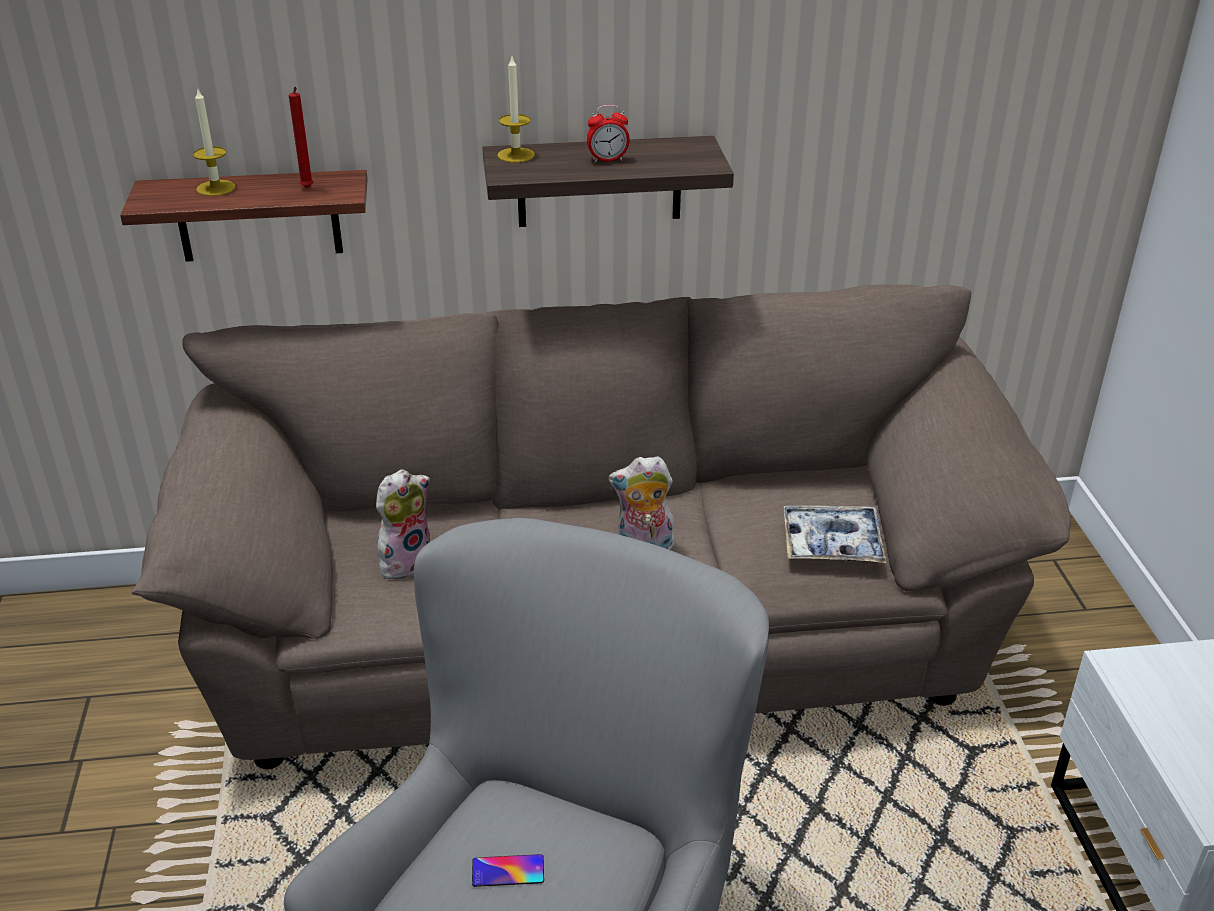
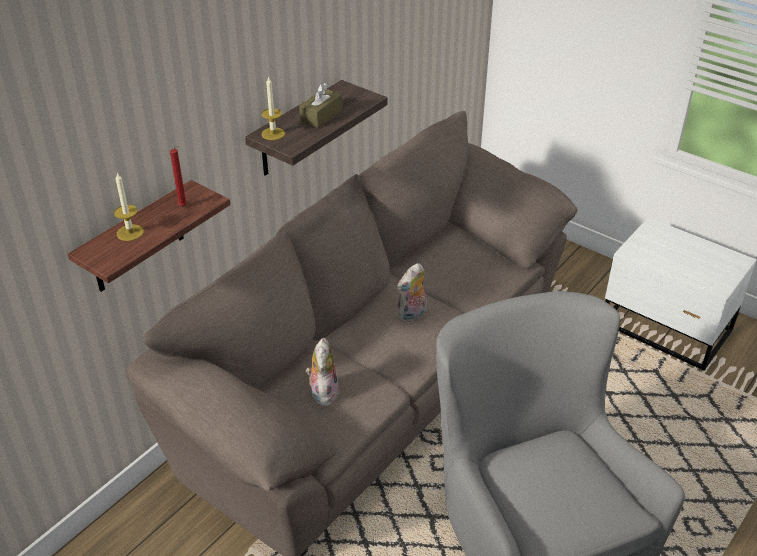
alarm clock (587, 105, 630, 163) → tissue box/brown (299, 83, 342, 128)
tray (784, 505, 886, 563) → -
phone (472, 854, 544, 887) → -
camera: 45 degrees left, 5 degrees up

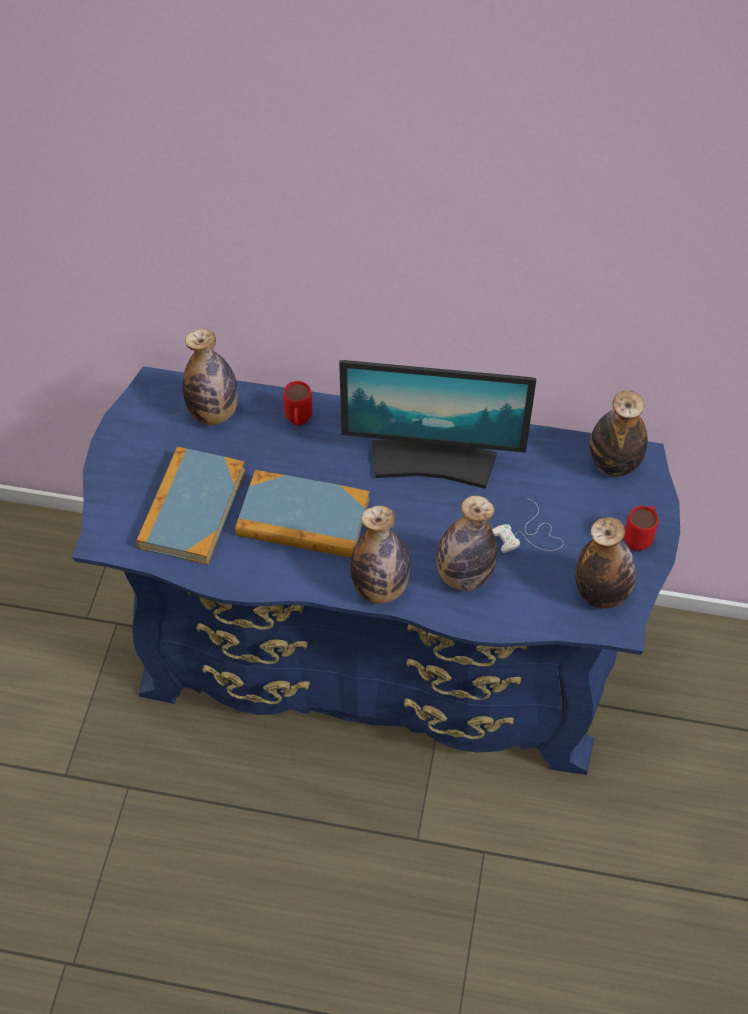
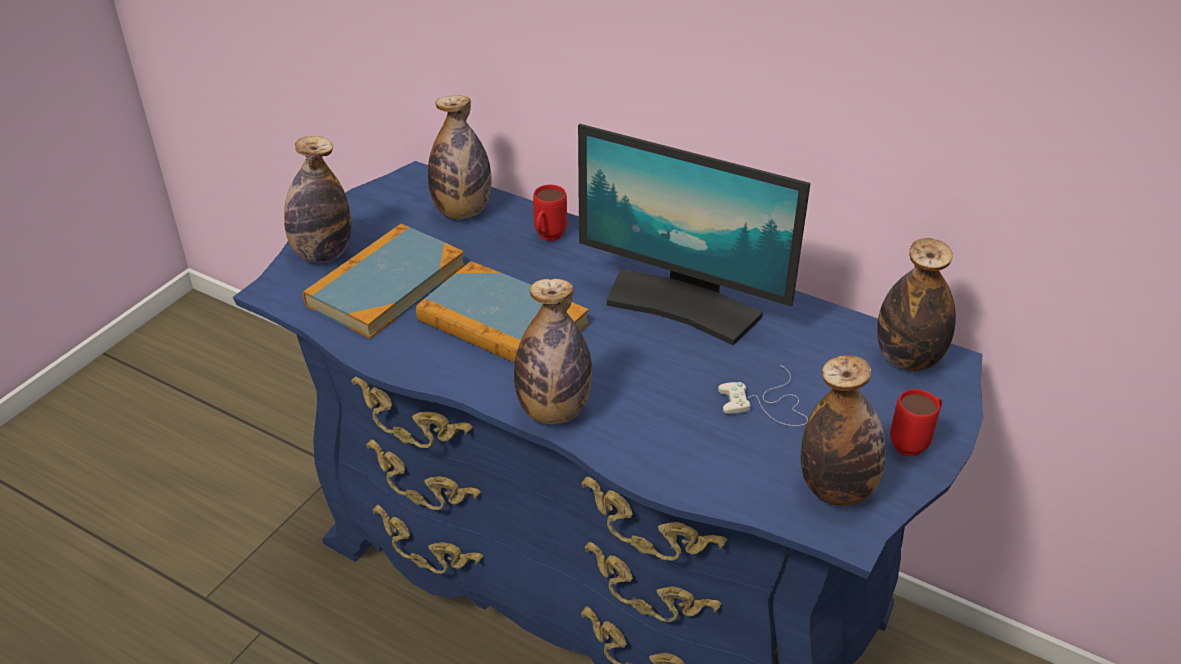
bottle (437, 495, 497, 591) → bottle (284, 136, 351, 263), shifted
camera: 20 degrees right, 15 degrees down

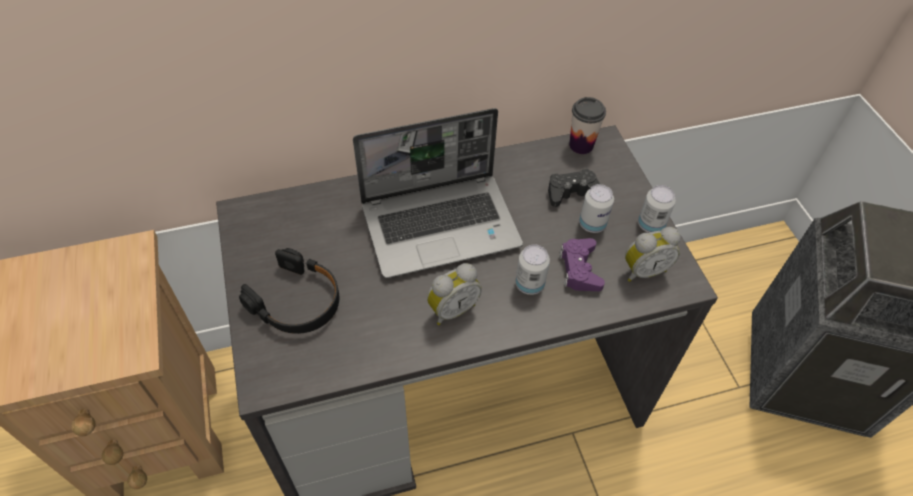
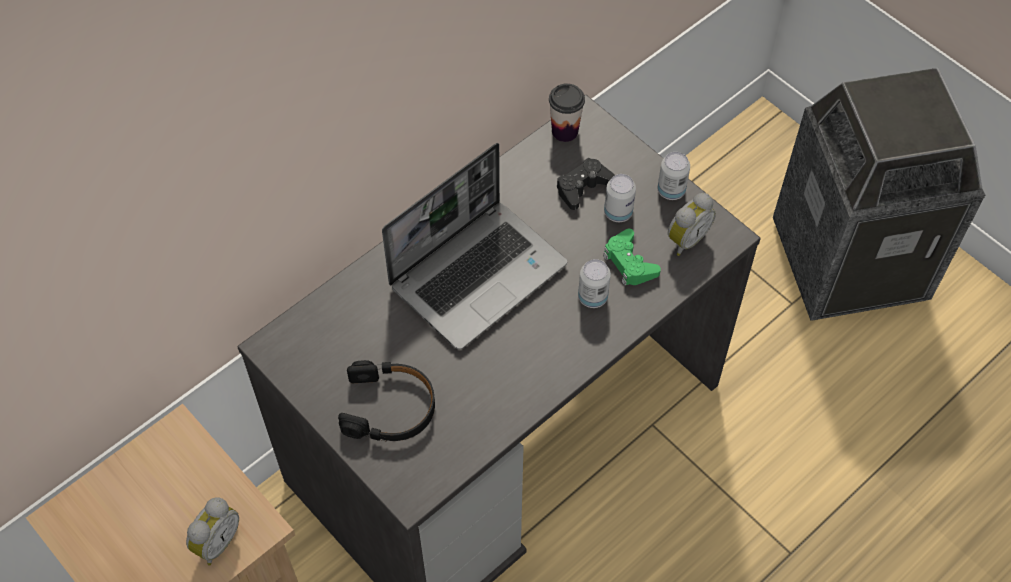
game controller/purple (559, 238, 605, 291) → game controller/green (603, 229, 661, 286)
alarm clock (427, 263, 482, 325) → alarm clock (186, 497, 239, 566), shifted
camera: 25 degrees left, 5 degrees up

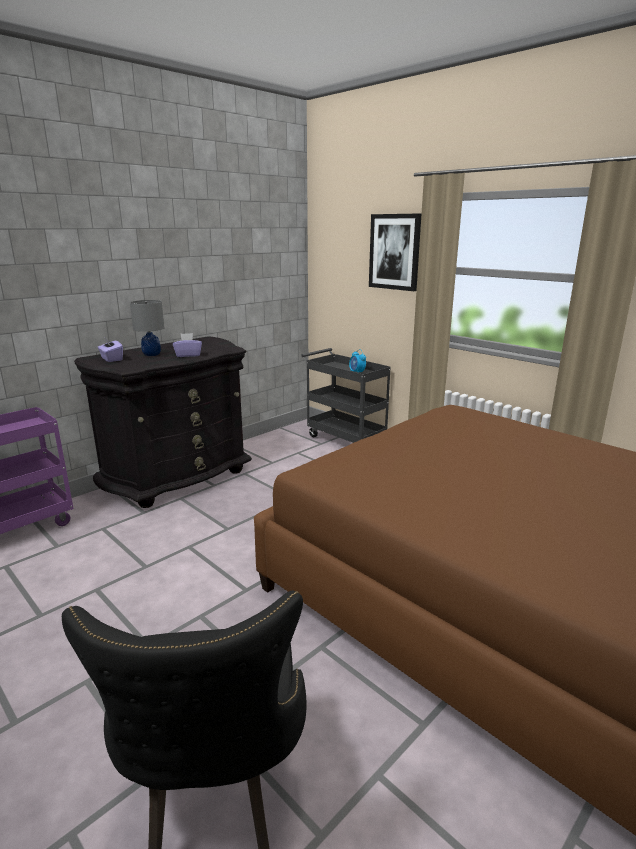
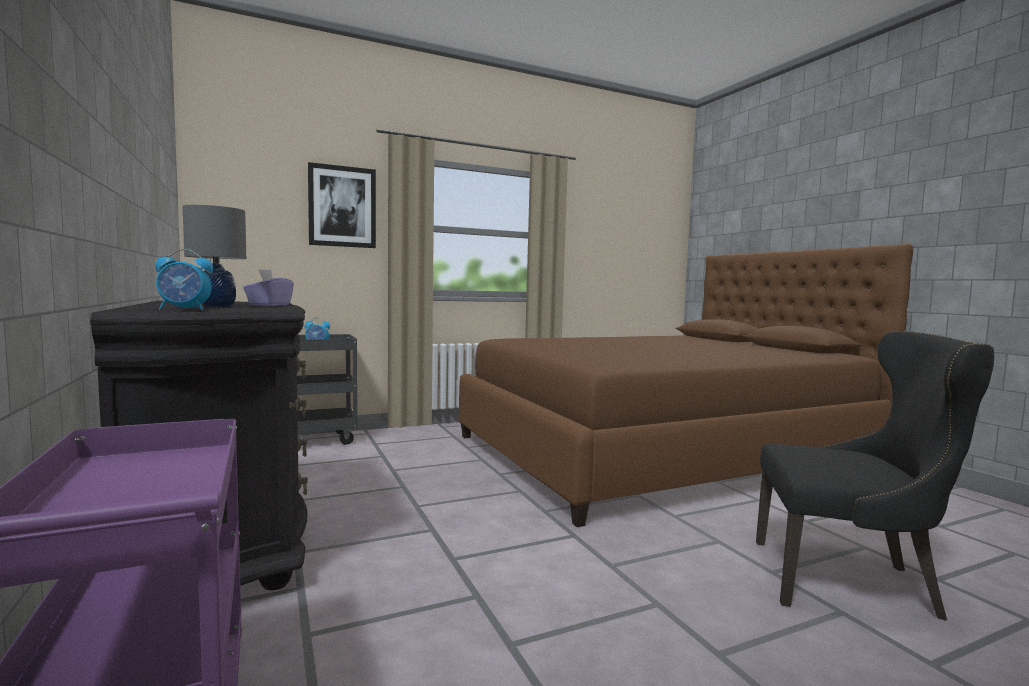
tissue box/purple (98, 338, 123, 362) → alarm clock (155, 249, 213, 310)
camera: 70 degrees left, 15 degrees down

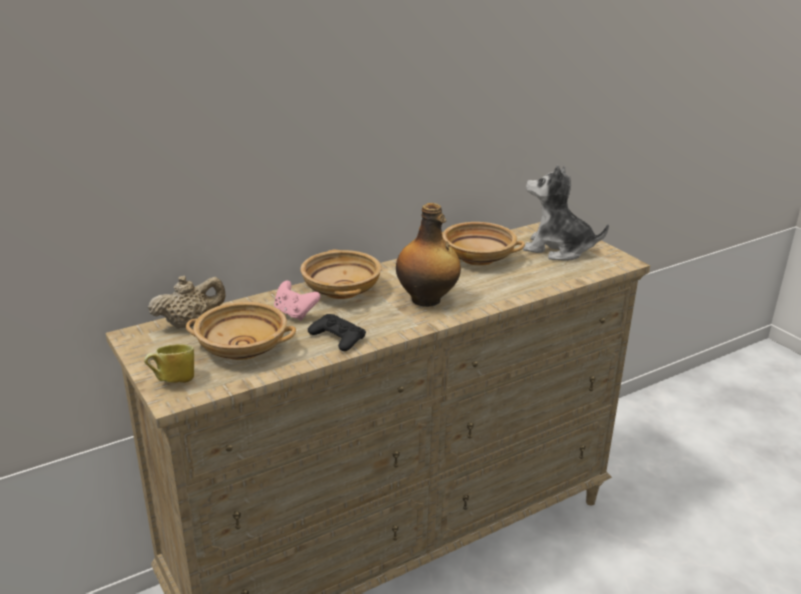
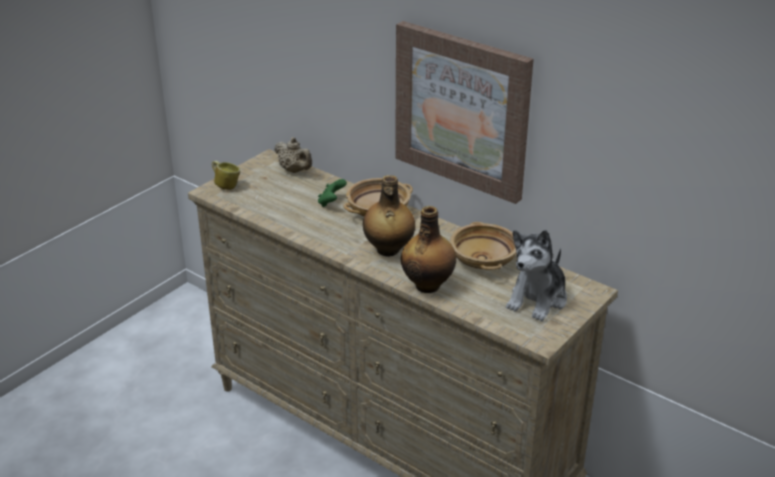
plush toy (523, 165, 609, 261) → plush toy (506, 230, 567, 321), 150 degrees counterclockwise
game controller/pink (274, 280, 320, 321) → game controller/green (318, 179, 347, 207)
bowl/beige (186, 302, 296, 360) → -
game controller/black (308, 314, 366, 351) → -
- → picture (395, 21, 534, 204)
- → bottle (401, 206, 456, 293)
camera: 70 degrees right, 5 degrees up

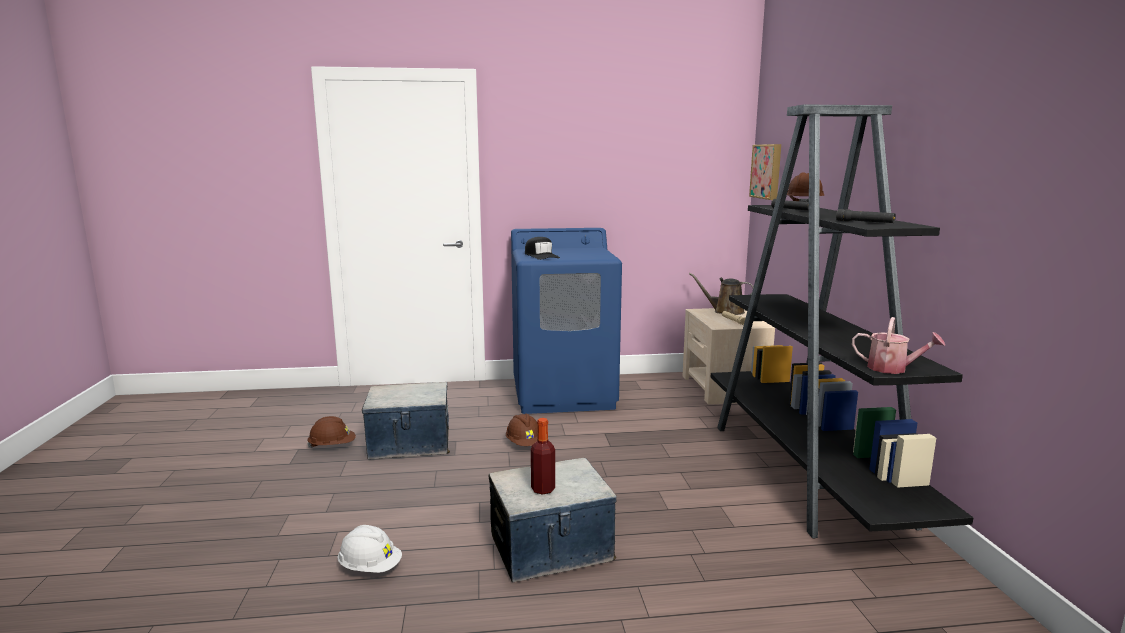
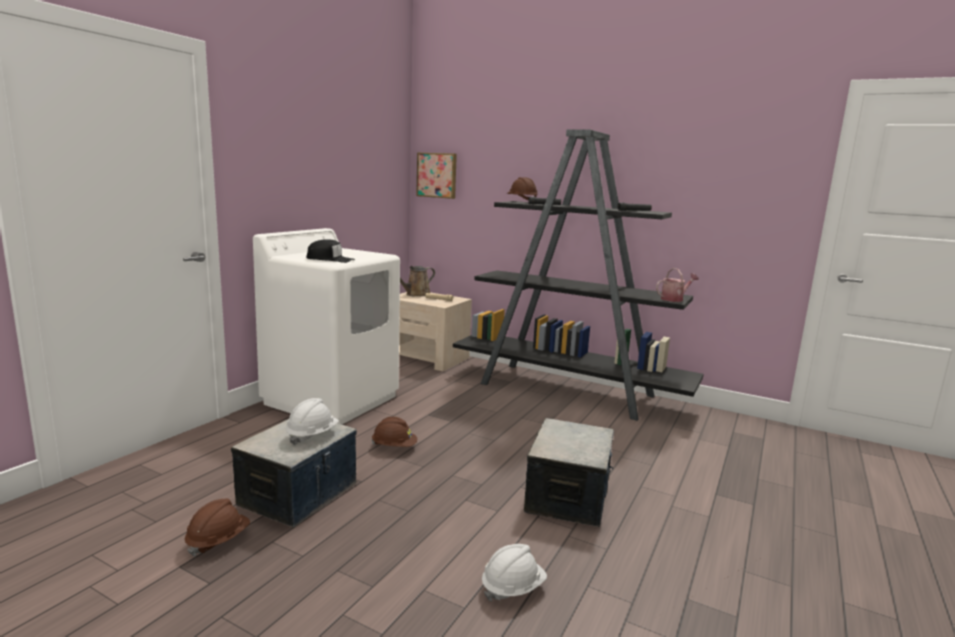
washing machine/blue (511, 228, 622, 414) → washing machine/white (253, 228, 400, 424)
bottle (531, 418, 555, 494) → -
- → hard hat/white (286, 398, 339, 445)
camera: 55 degrees left, 0 degrees up

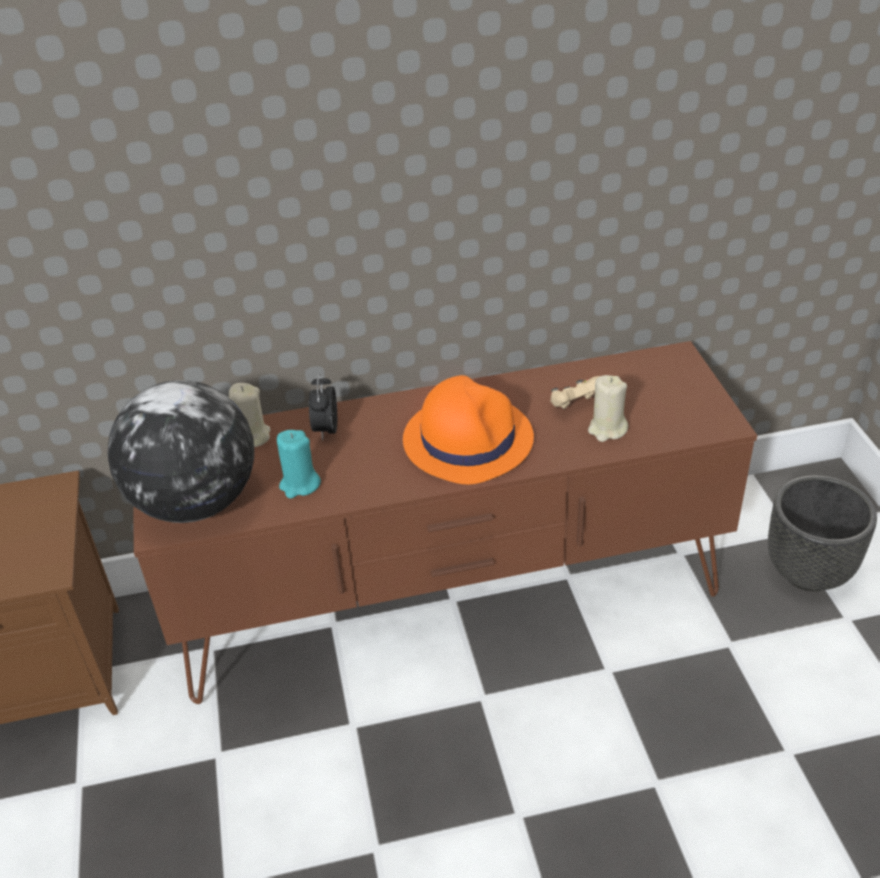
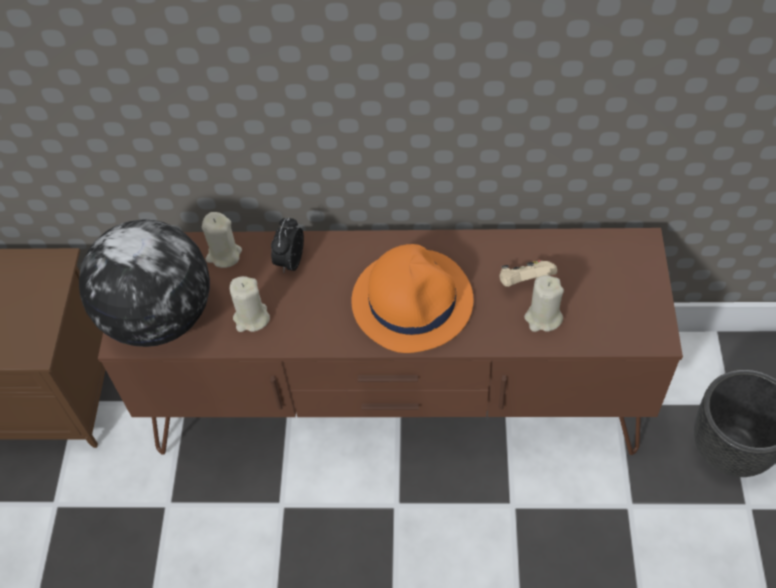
candle/turquoise (277, 430, 321, 499) → candle/beige (230, 276, 270, 332)
camera: 15 degrees right, 15 degrees up

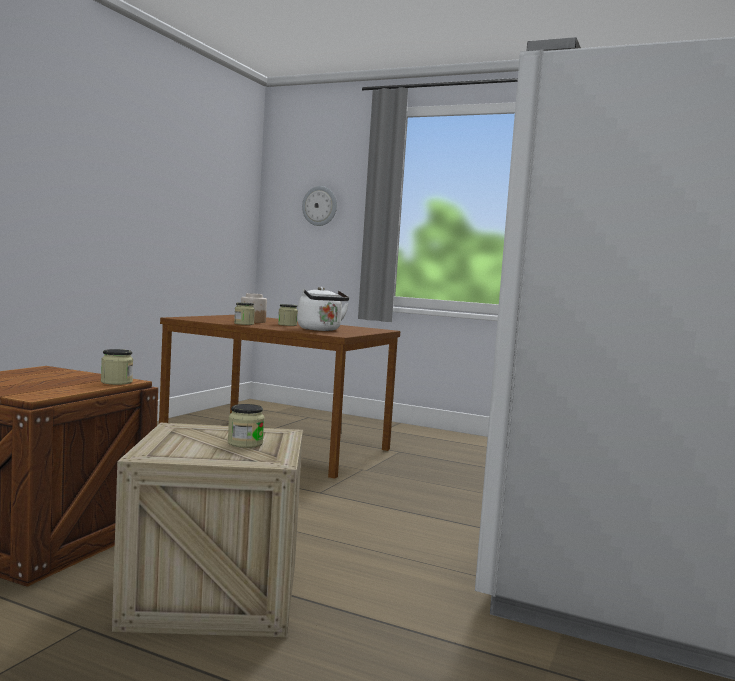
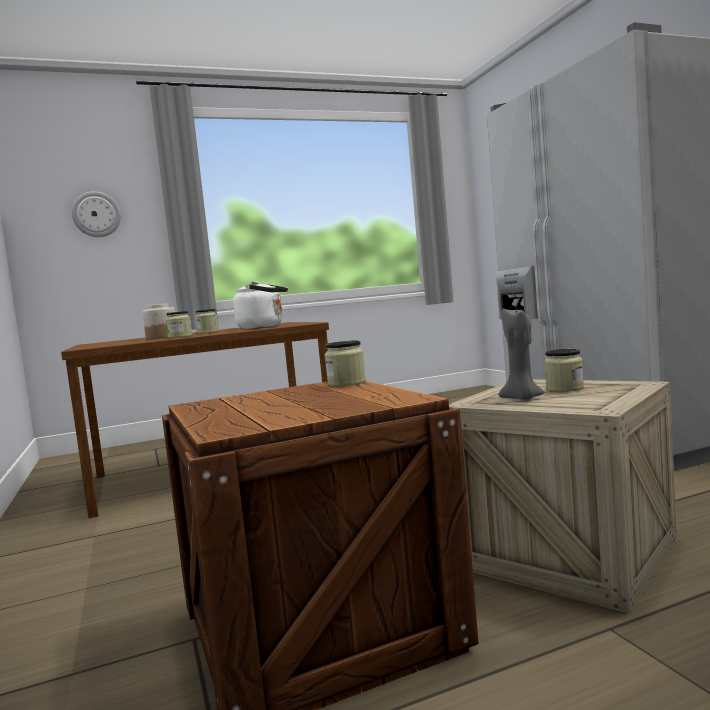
- → candle/grey (498, 309, 545, 400)
camera: 45 degrees left, 0 degrees up

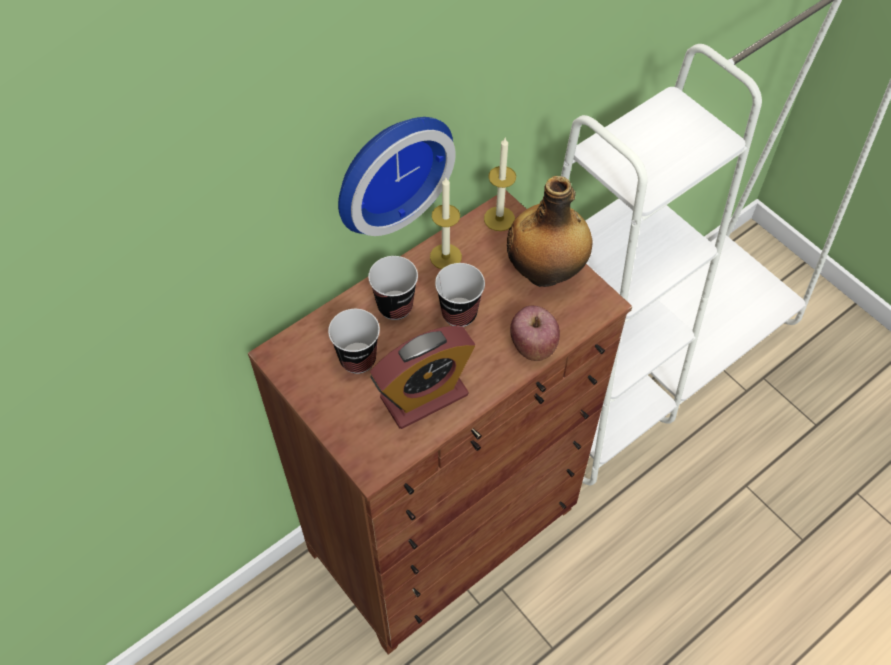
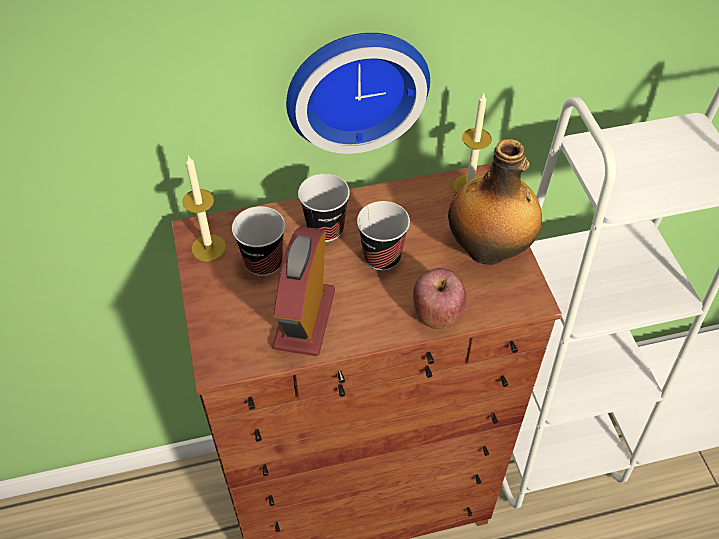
candle (430, 178, 462, 269) → candle (182, 156, 226, 262), shifted
alarm clock (370, 326, 475, 429) → alarm clock (273, 226, 335, 356), 105 degrees clockwise
camera: 25 degrees right, 5 degrees down

